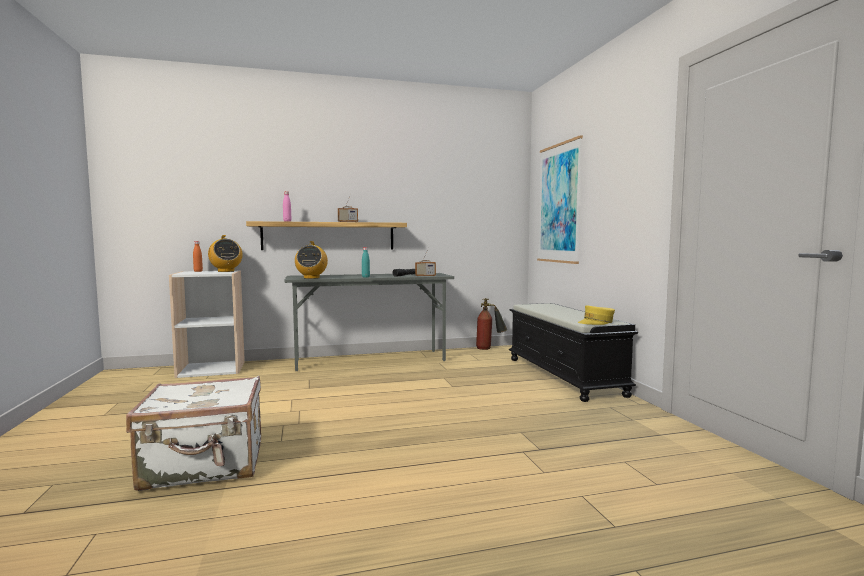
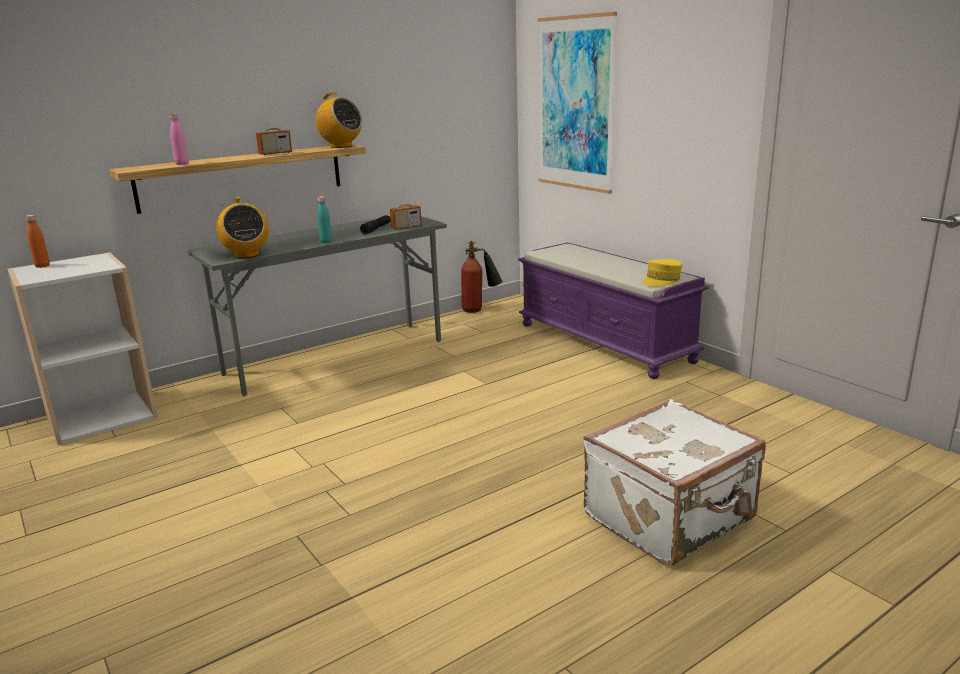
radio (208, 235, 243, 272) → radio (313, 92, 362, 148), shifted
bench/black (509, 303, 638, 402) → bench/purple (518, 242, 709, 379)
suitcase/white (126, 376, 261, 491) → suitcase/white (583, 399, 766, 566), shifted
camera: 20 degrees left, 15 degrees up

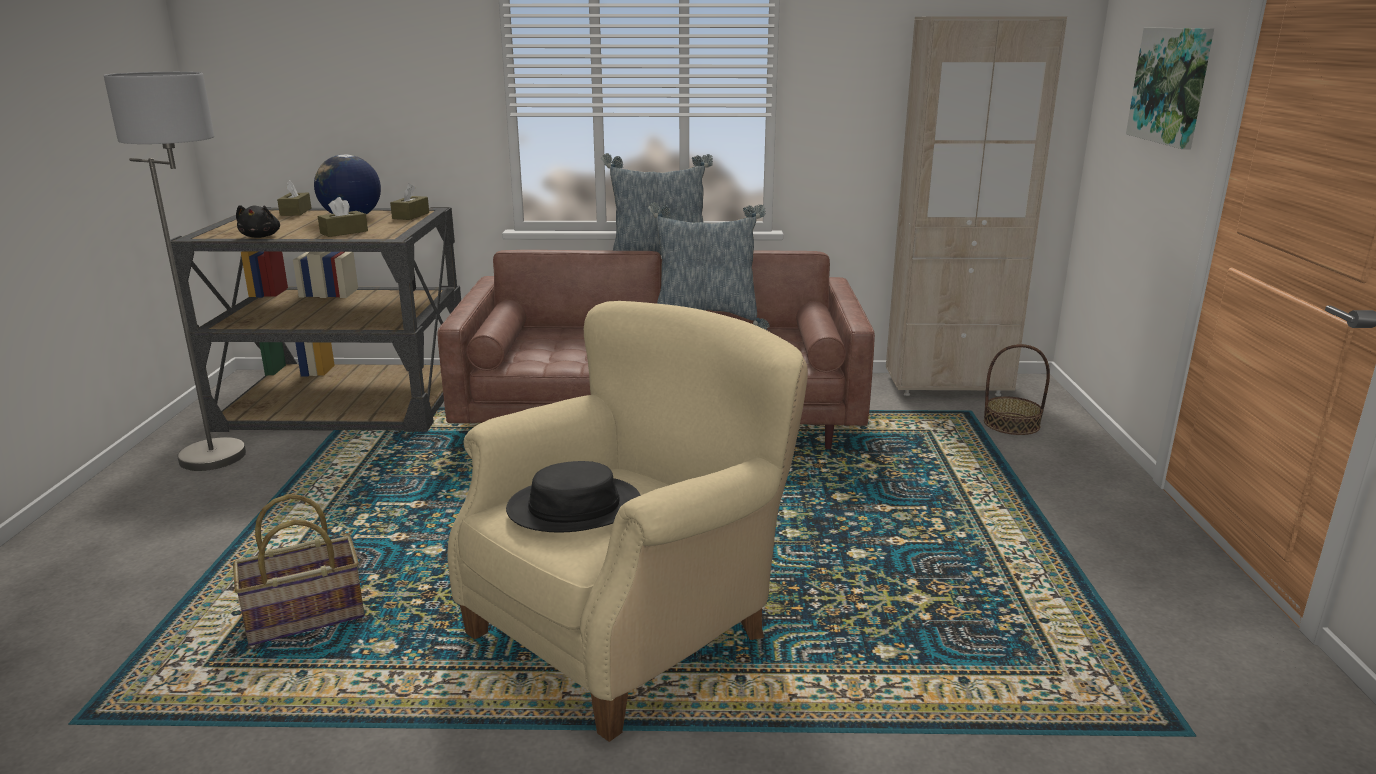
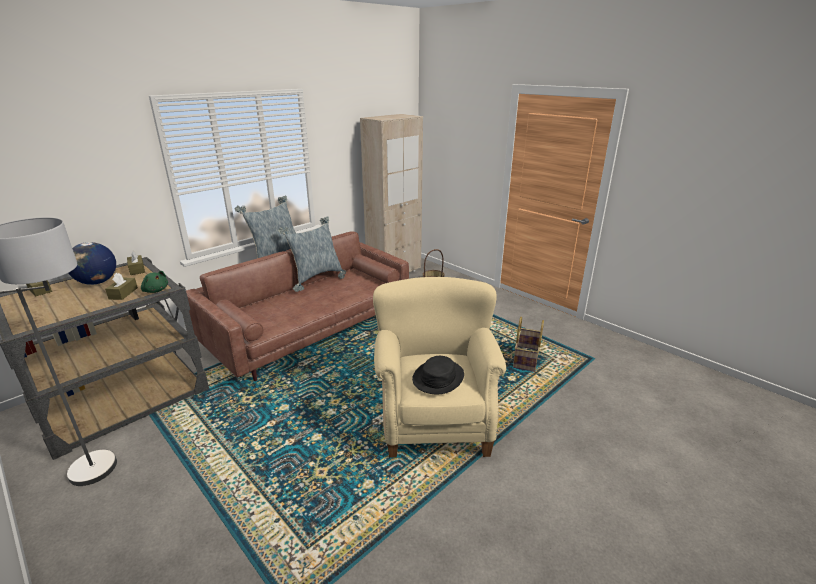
picture (1126, 28, 1214, 149) → -
plush toy/black (236, 205, 280, 238) → -
basket (233, 494, 365, 646) → basket (513, 317, 544, 372), shifted
- → plush toy/green (141, 271, 168, 293)
camera: 45 degrees left, 5 degrees up

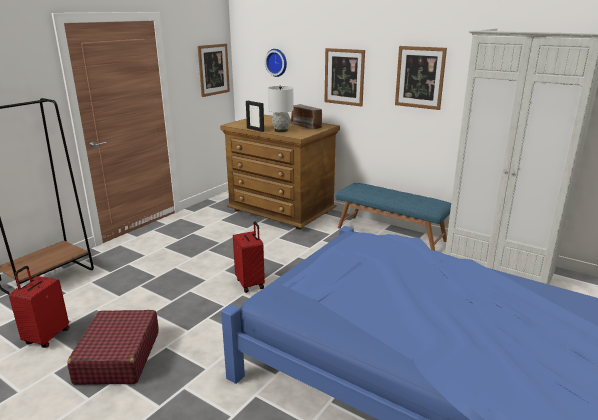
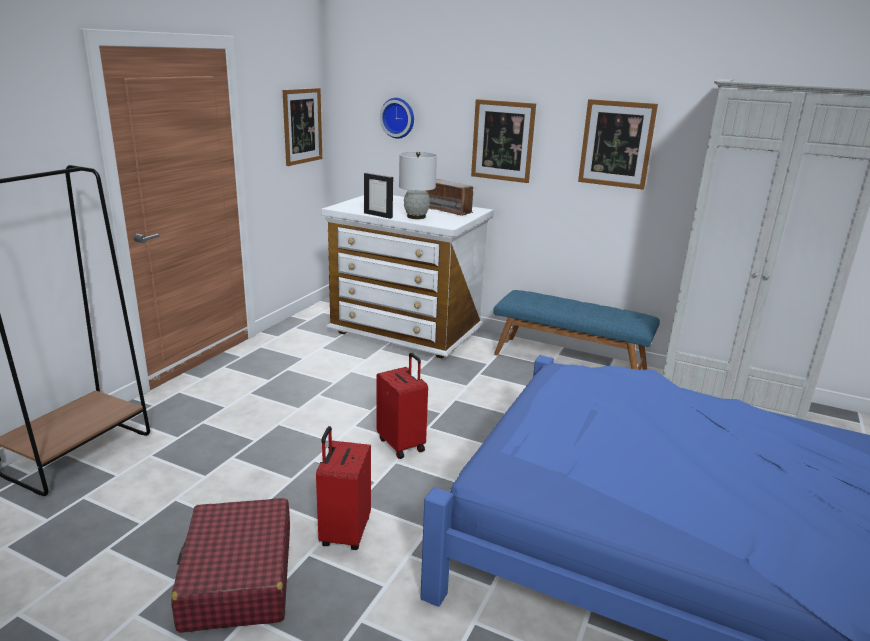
dresser/brown (220, 115, 340, 229) → dresser/white (321, 195, 494, 358)
suitcase/red (9, 266, 69, 348) → suitcase/red (316, 426, 371, 550), shifted
camera: 10 degrees left, 0 degrees up

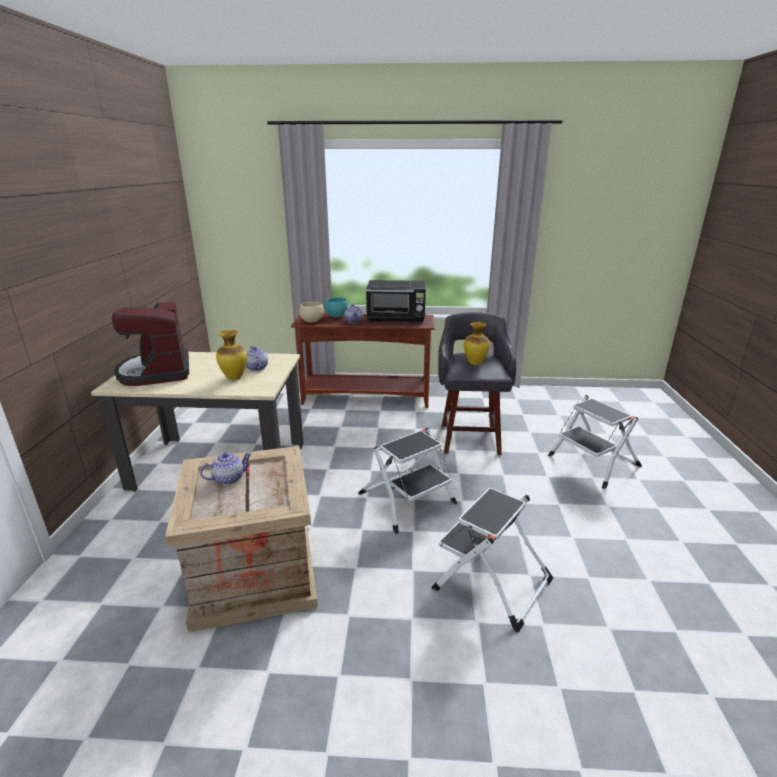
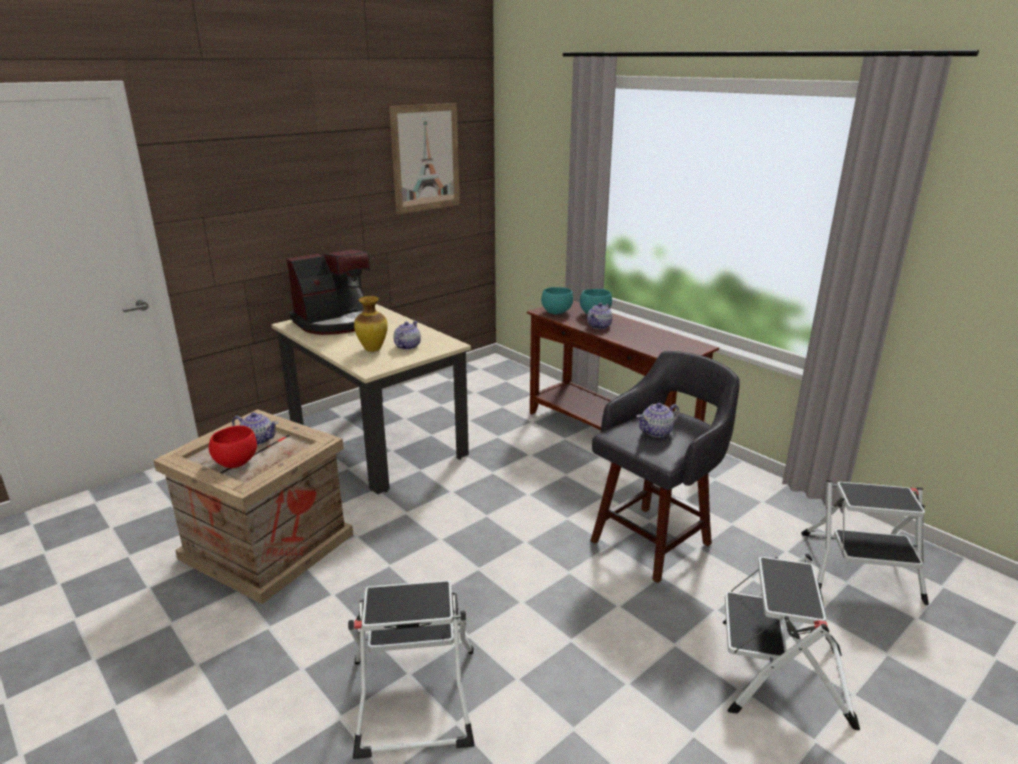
microwave/black (366, 280, 426, 322) → -
coffee machine (112, 302, 189, 386) → coffee machine (287, 249, 370, 335), 150 degrees counterclockwise
bowl/beige (299, 302, 324, 323) → bowl/turquoise (541, 287, 573, 314)
vase (464, 322, 490, 365) → teapot (636, 403, 680, 437)
step ladder (358, 428, 457, 534) → step ladder (801, 480, 929, 605), shifted
- → picture (389, 103, 460, 215)
- → bowl/red (209, 426, 257, 468)
camera: 45 degrees right, 0 degrees up

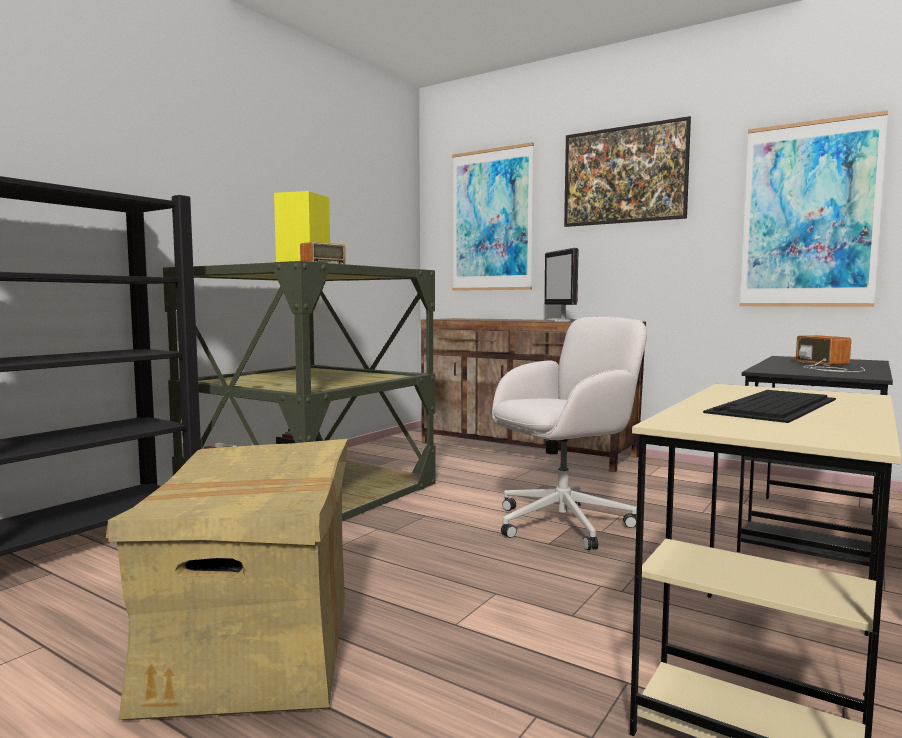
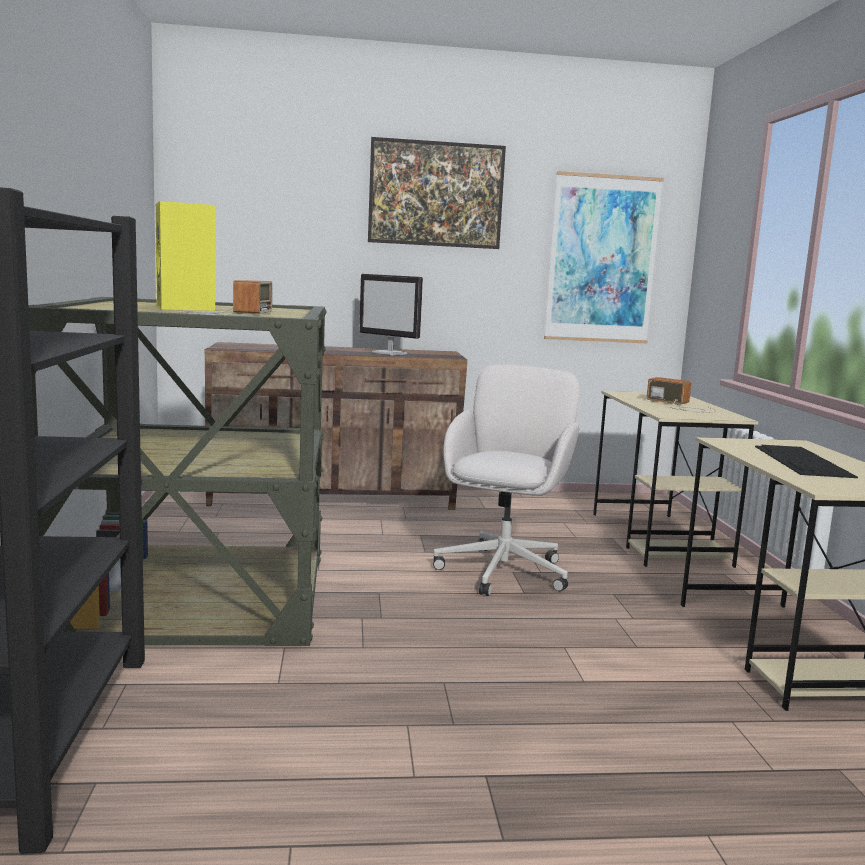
picture (452, 142, 534, 291) → -
desk/black (737, 356, 893, 573) → desk/beige (593, 391, 758, 568)
cardboard box (106, 439, 348, 720) → -
camera: 40 degrees left, 5 degrees up

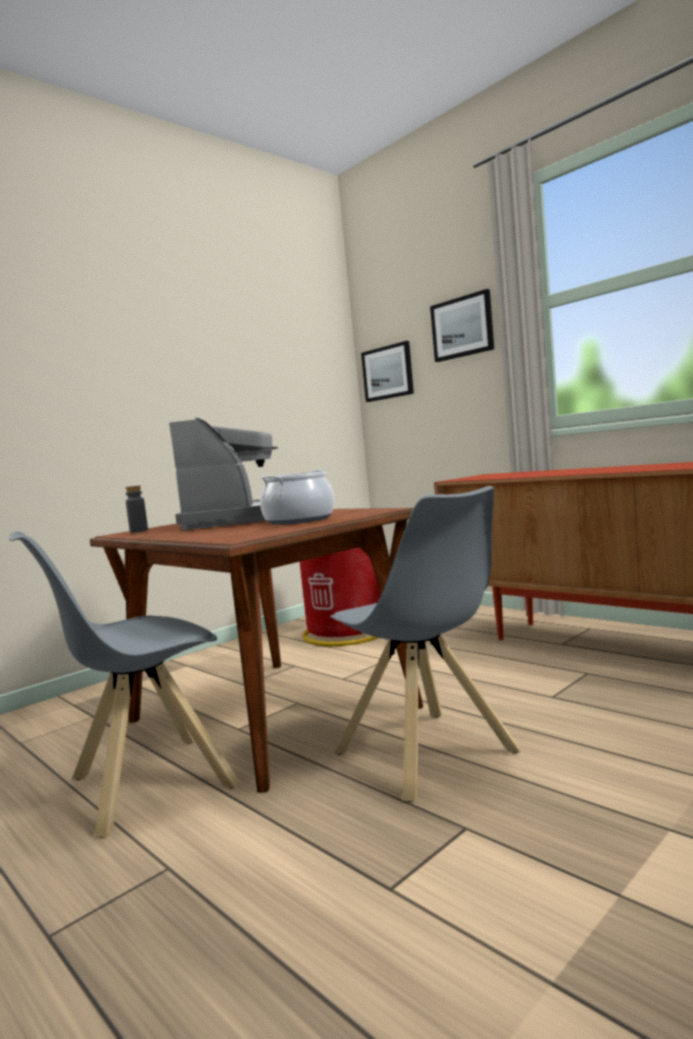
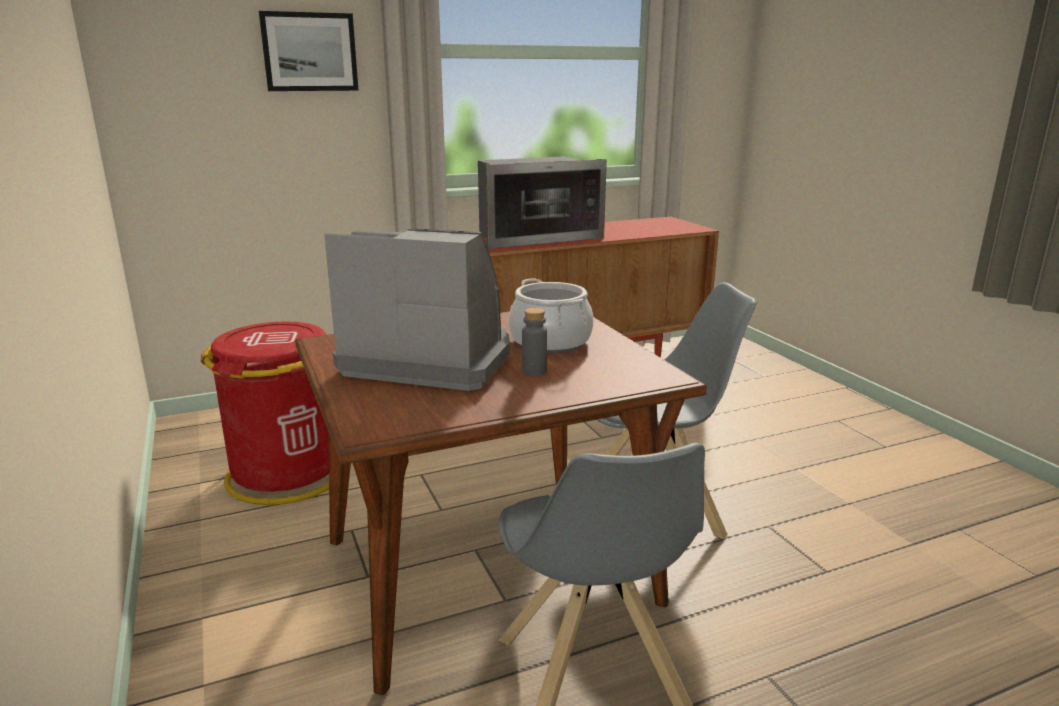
picture (361, 341, 414, 402) → -
bottle/grey (125, 485, 148, 533) → bottle/grey (522, 308, 547, 375), shifted
- → microwave (478, 157, 607, 249)
camera: 70 degrees left, 15 degrees up

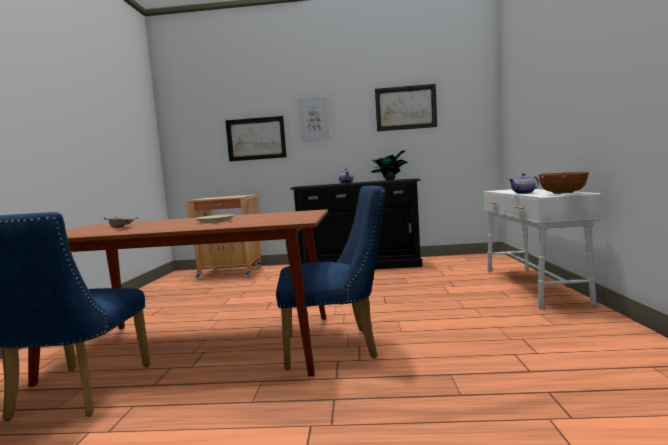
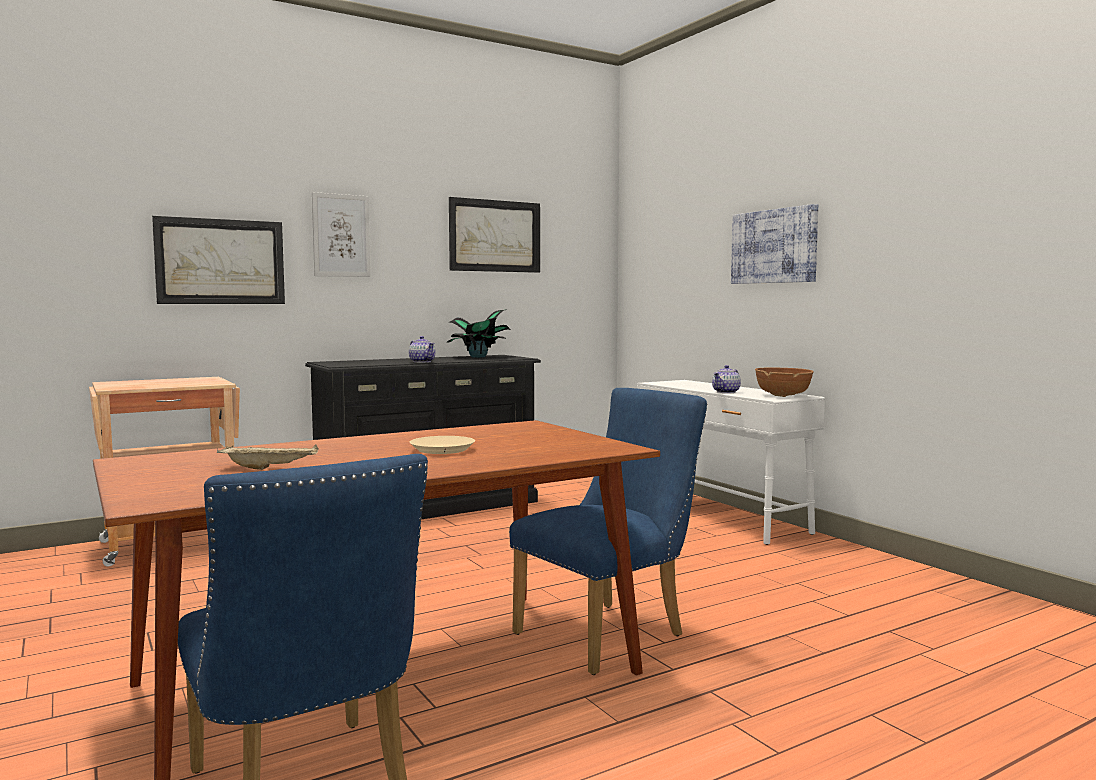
- → picture (731, 204, 818, 284)
camera: 35 degrees left, 0 degrees up

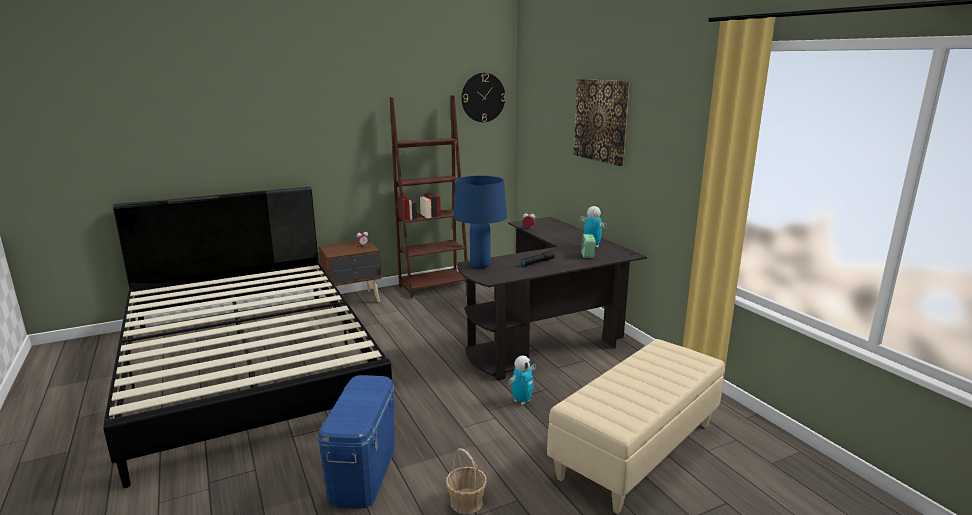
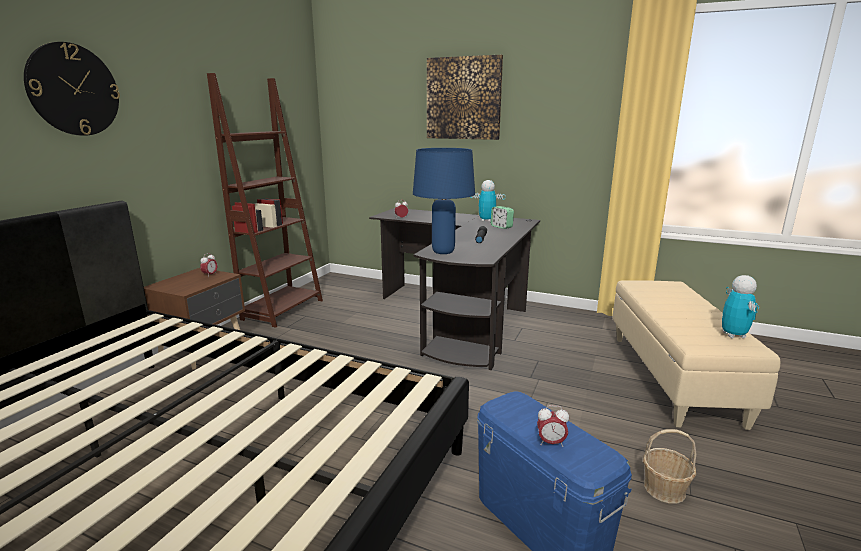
wall clock (461, 73, 506, 122) → wall clock (24, 42, 120, 136), shifted
toy robot (508, 356, 536, 405) → toy robot (722, 275, 759, 338), shifted
- → alarm clock (537, 405, 569, 447)
camera: 40 degrees left, 0 degrees up

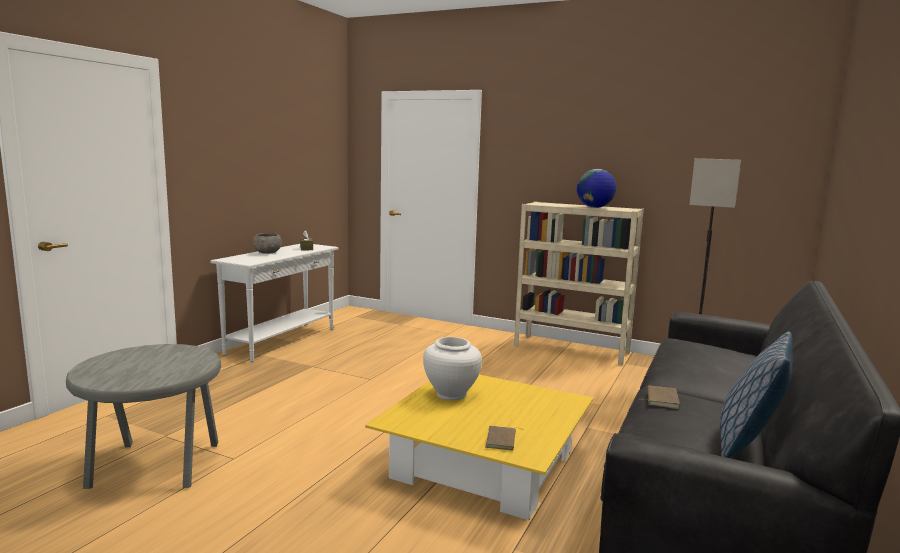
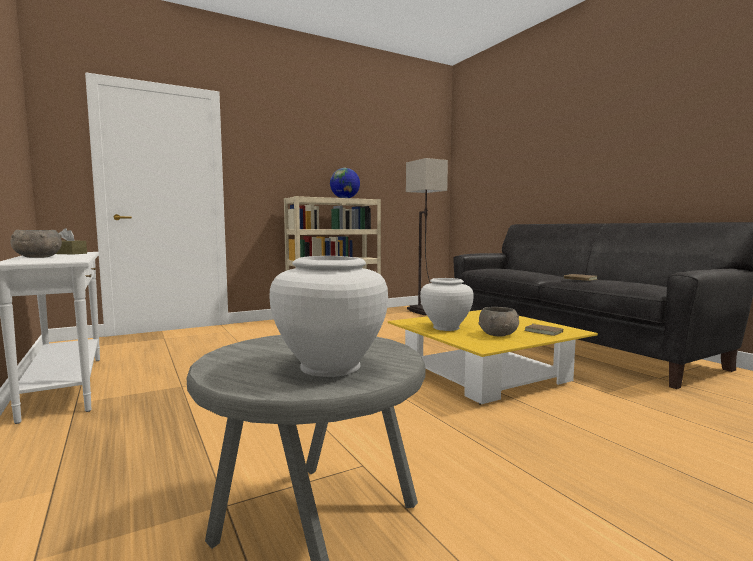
pillow (720, 331, 793, 458) → -
- → vase/white (269, 256, 388, 377)
- → bowl/grey (478, 307, 519, 336)
camera: 55 degrees left, 5 degrees down

